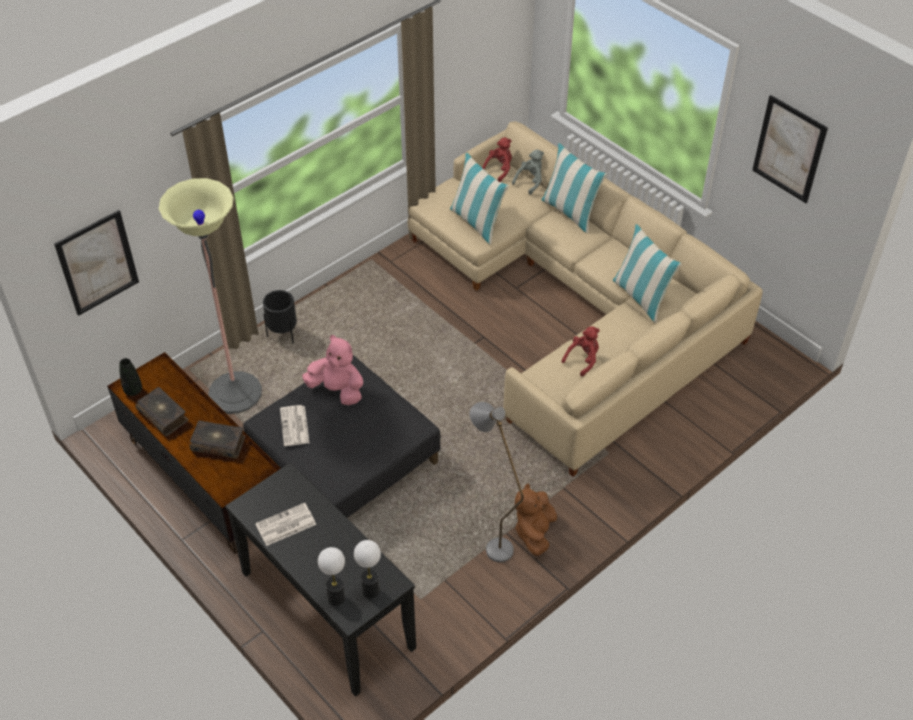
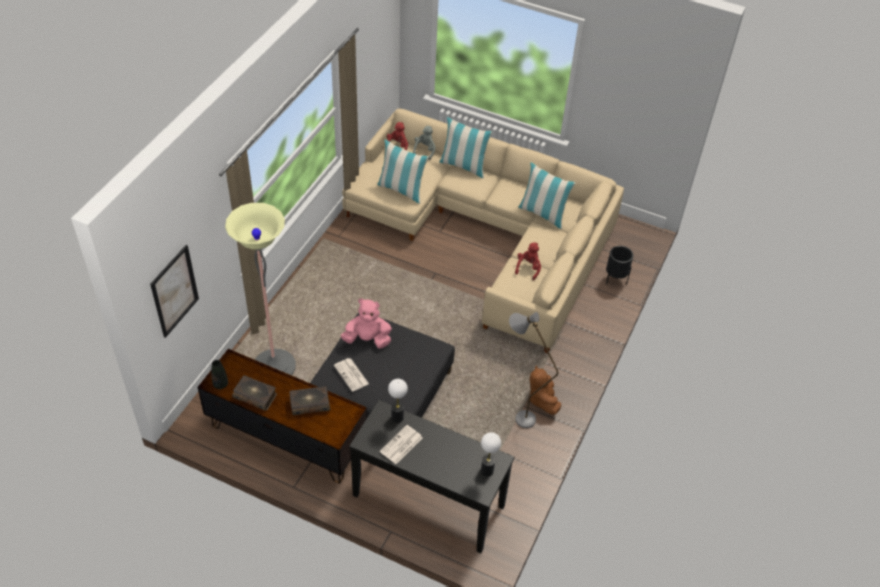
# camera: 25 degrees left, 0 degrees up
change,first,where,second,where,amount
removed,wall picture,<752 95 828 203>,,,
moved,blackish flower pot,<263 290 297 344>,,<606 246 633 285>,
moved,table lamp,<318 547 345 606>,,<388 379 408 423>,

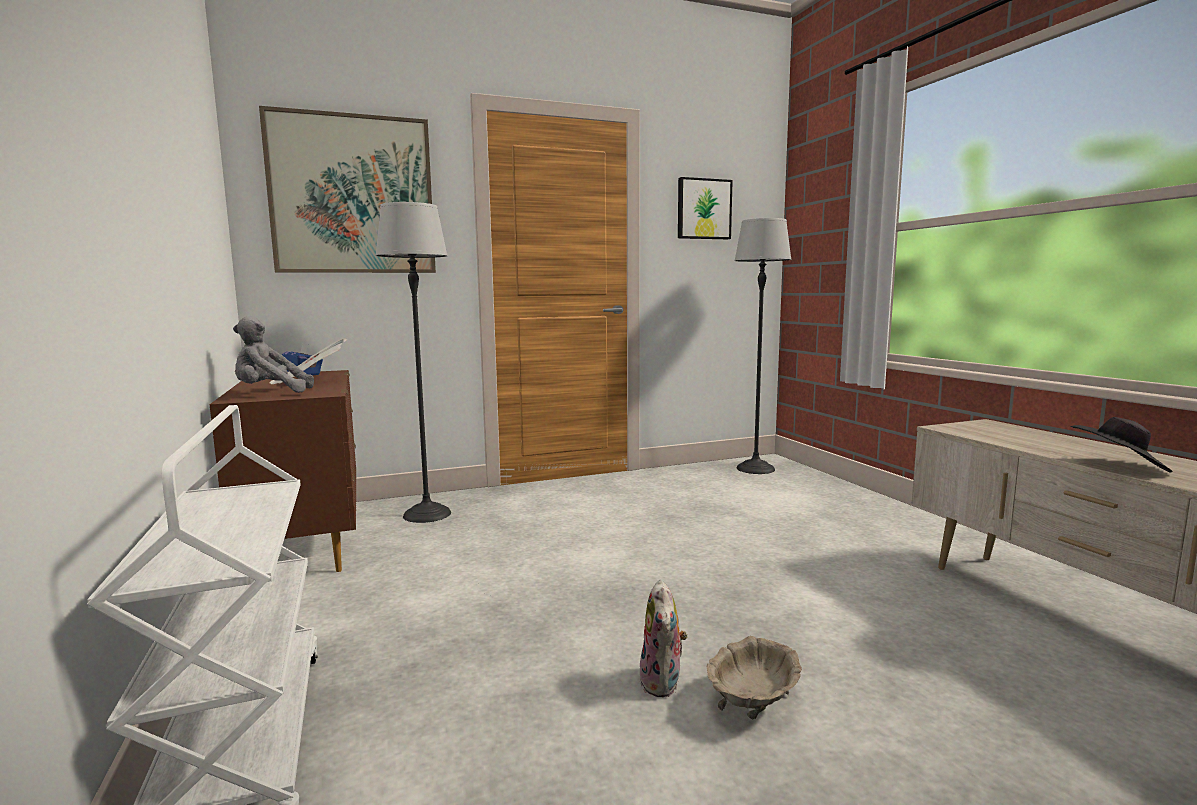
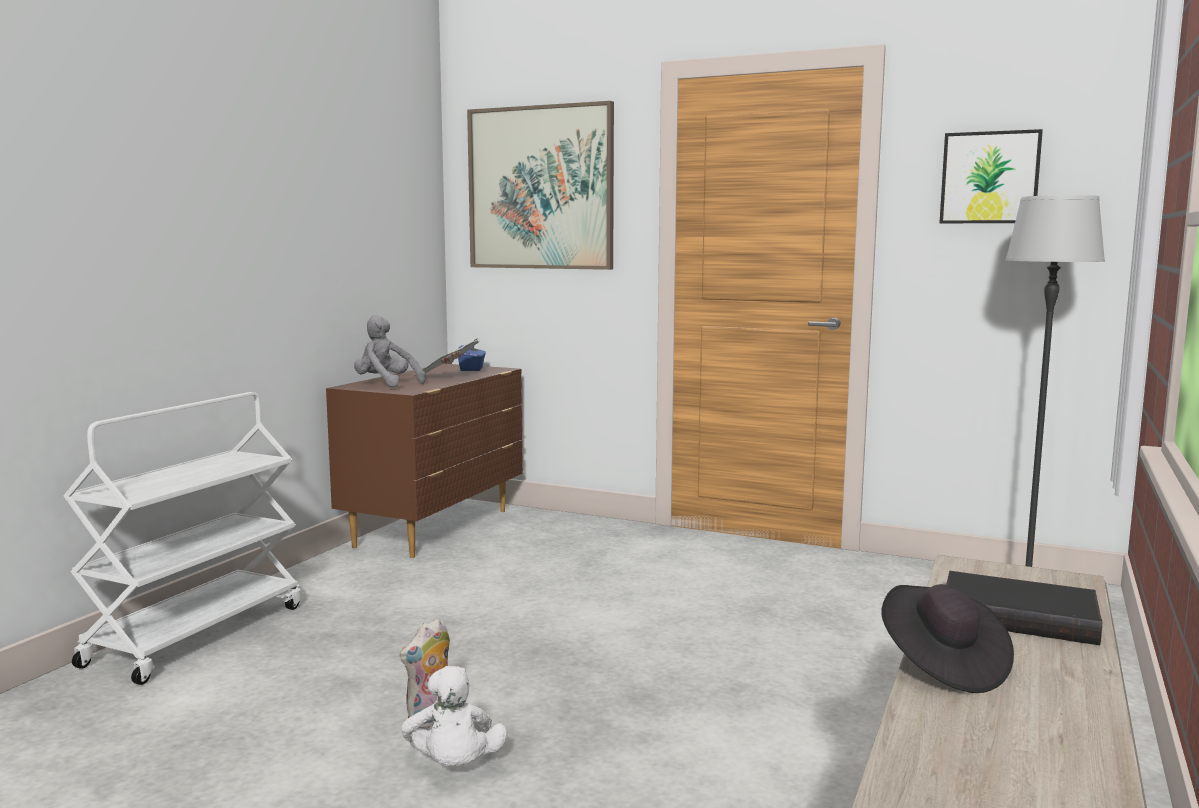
# camera: 45 degrees right, 0 degrees up
change,first,where,second,where,amount
removed,standing lamp,<376 202 451 523>,,,
replaced,beige-coloured deep dish,<707 636 802 719>,white cuddly toy,<401 666 508 767>,
added,,,blackish bound book,<946 571 1102 645>,

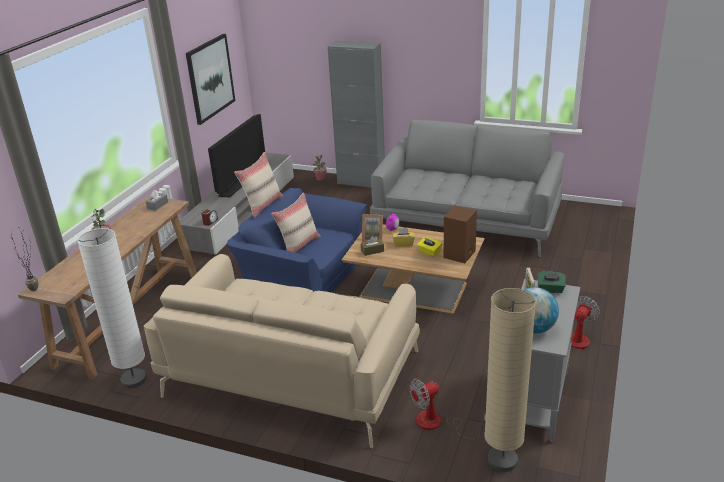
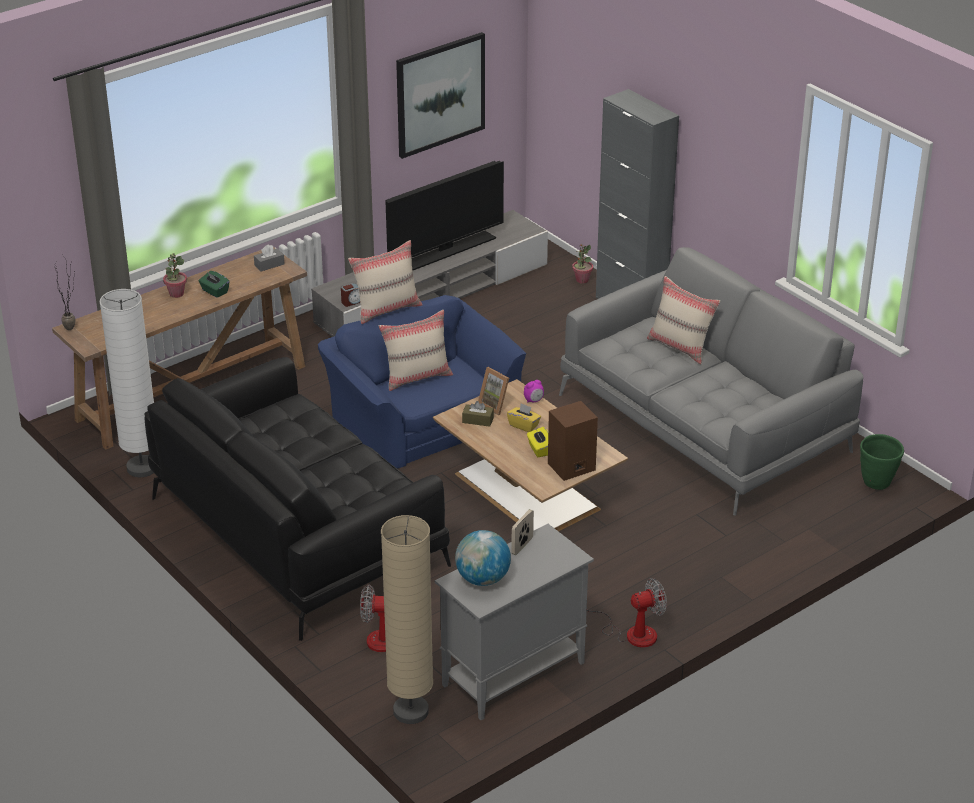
# camera: 30 degrees right, 5 degrees up
change,first,where,second,where,amount
recoloured,beige-coloured settee,<144 254 420 448>,blackish settee,<144 357 451 641>,
moved,green box of tissues,<538 272 566 293>,,<199 271 230 298>,
added,,,beige-coloured throw pillow,<647 276 720 364>,
added,,,green flower pot,<860 434 904 490>,

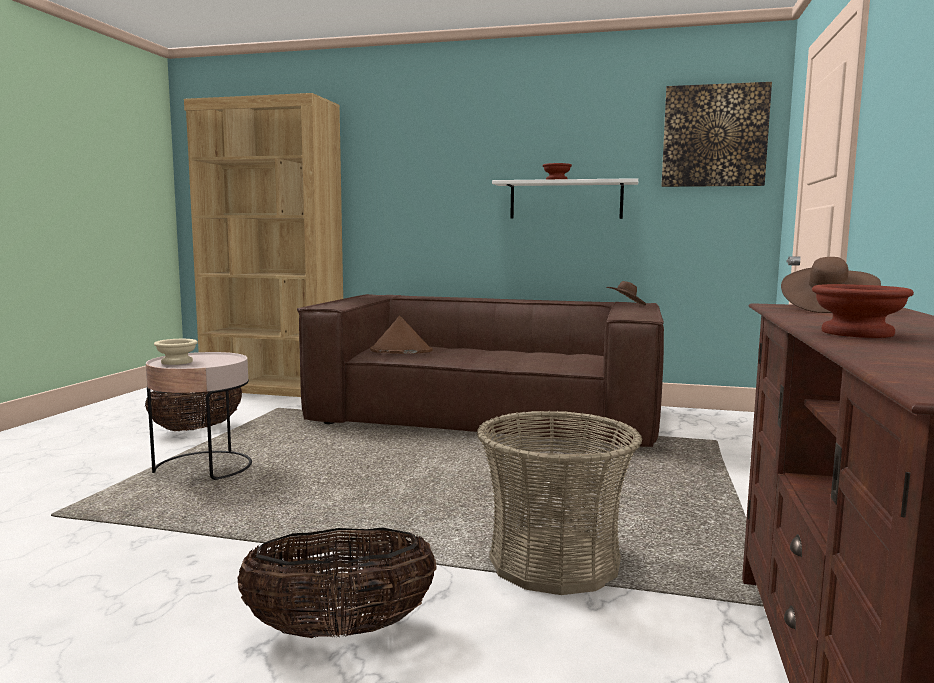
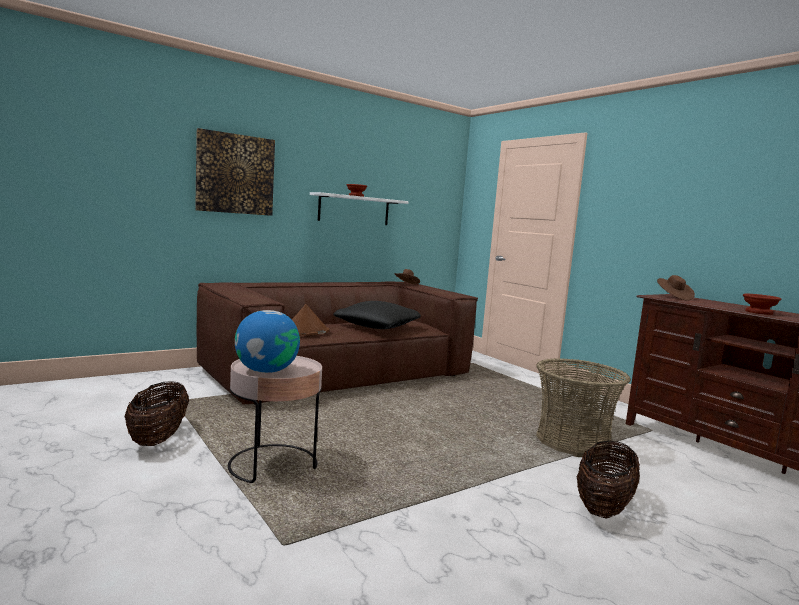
# camera: 50 degrees left, 0 degrees up
change,first,where,second,where,amount
moved,wall picture,<661 82 772 187>,,<195 128 275 216>,
removed,brownish bookcase,<184 93 343 397>,,,
replaced,beige-coloured deep dish,<154 339 198 365>,globe,<235 310 300 373>,
added,,,blackish throw pillow,<333 301 421 329>,

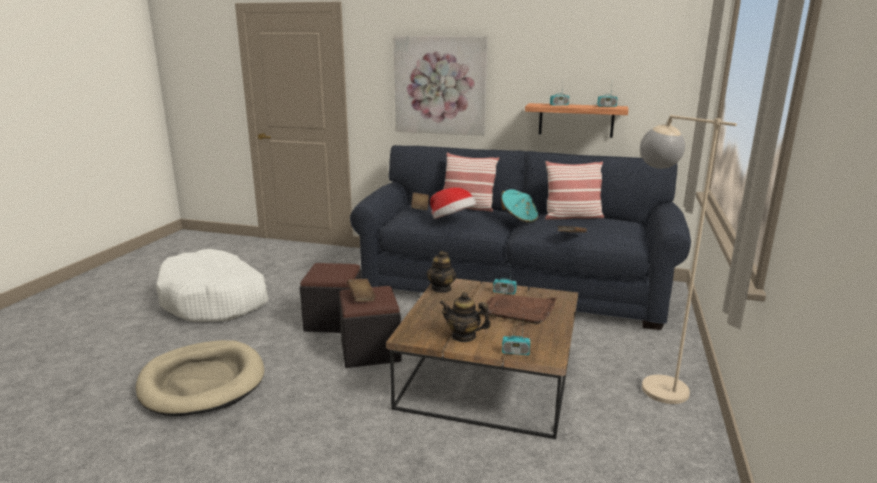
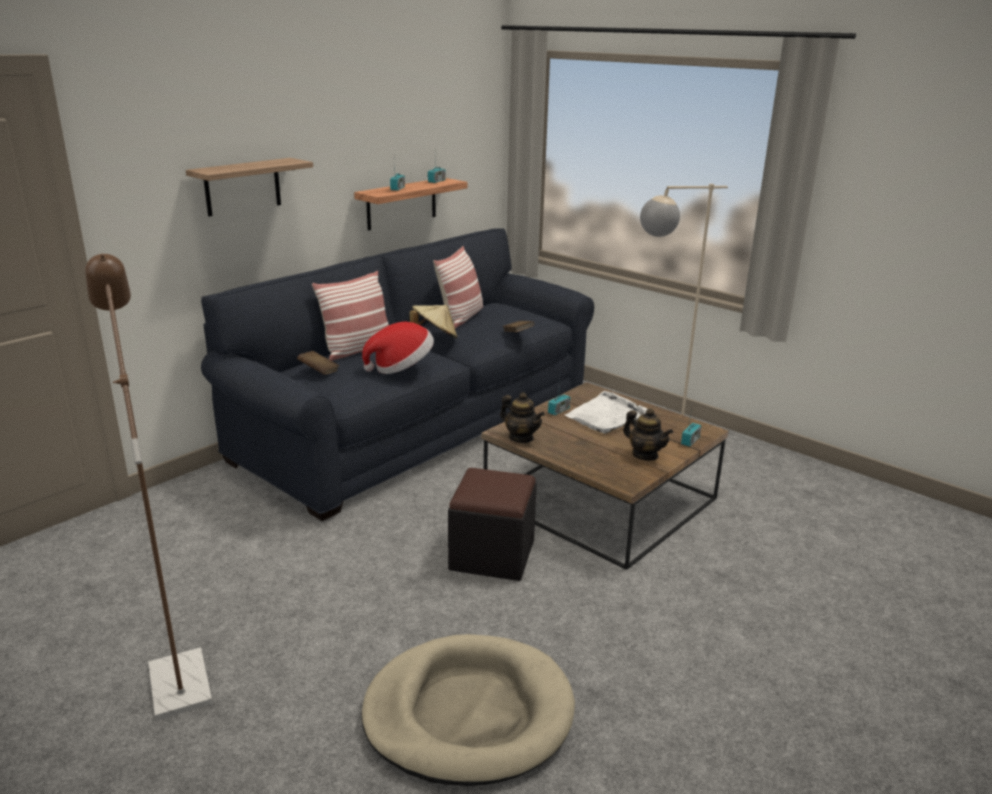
# camera: 65 degrees left, 5 degrees up
change,first,where,second,where,amount
replaced,wall picture,<393 36 488 136>,shelf,<186 158 313 217>,
recoloured,blue-green clothing hat,<501 189 538 223>,beige-coloured clothing hat,<410 305 457 338>,
replaced,white dog bed,<156 249 269 322>,brownish standing lamp,<85 254 212 720>,
removed,blackish footrest,<300 263 361 333>,,,
removed,brownish bound book,<347 279 376 302>,,,
turned,teapot,<440 292 491 342>,,<623 408 673 460>,90 degrees counterclockwise
recoloured,brownish tray,<486 294 557 324>,white tray,<565 391 647 434>,

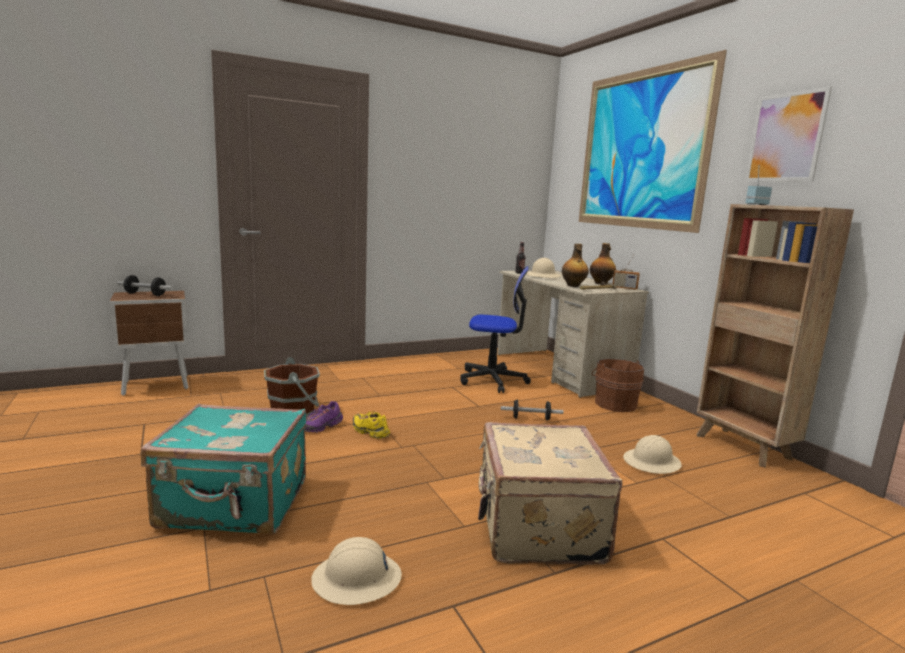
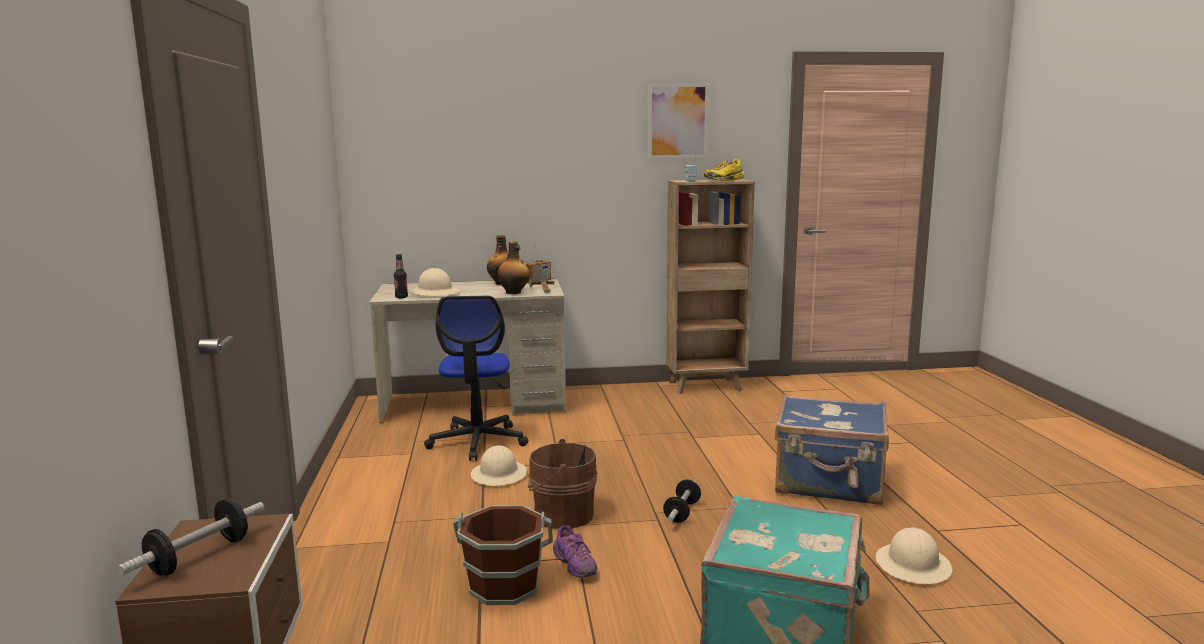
# camera: 70 degrees left, 0 degrees up
change,first,where,second,where,amount
removed,wall picture,<579 50 727 233>,,,
turned,desk chair,<460 266 531 393>,,<424 296 528 460>,150 degrees clockwise
moved,brownish pail,<591 359 644 412>,,<528 439 597 529>,
moved,hand weight,<501 399 563 421>,,<663 480 701 523>,
moved,yellow item of footwear,<353 411 390 439>,,<704 159 744 181>,
recoloured,beige-coloured travel case,<478 422 622 565>,bluish travel case,<775 395 889 505>,
moved,beige-coloured hard hat,<623 435 682 474>,,<471 445 527 486>,

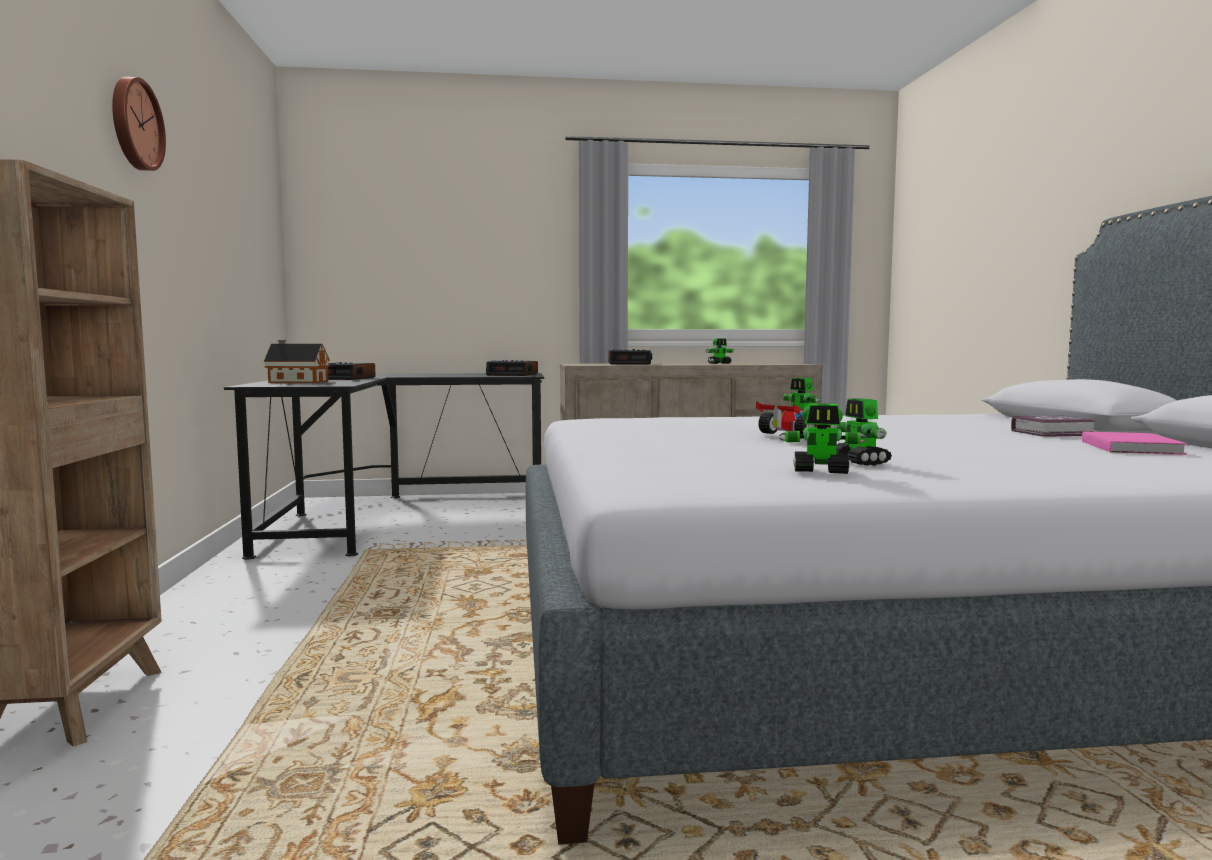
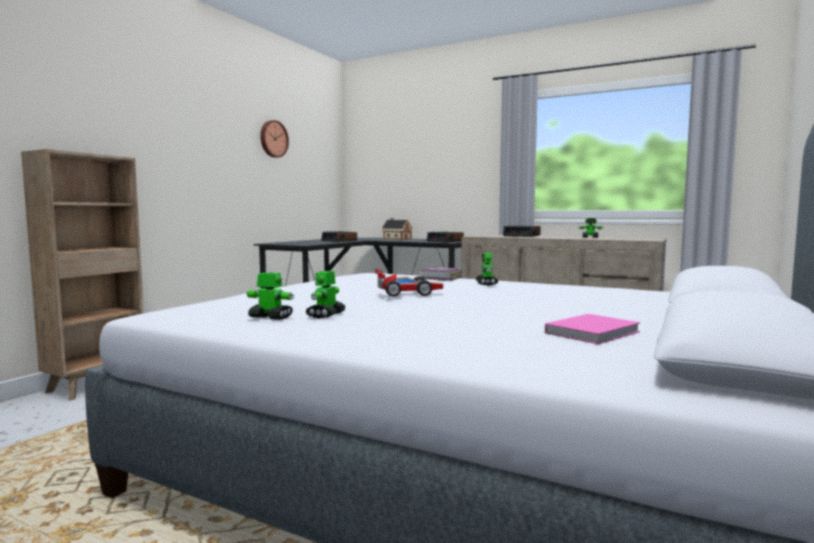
# camera: 35 degrees right, 0 degrees up
change,first,where,second,where,amount
moved,hanging clock,<112 77 166 171>,,<260 120 289 158>,
moved,toy house,<264 340 330 383>,,<382 218 413 239>,
turned,model robot,<779 403 867 474>,,<246 272 295 320>,150 degrees clockwise
moved,bound book,<1011 415 1097 437>,,<419 267 462 281>,

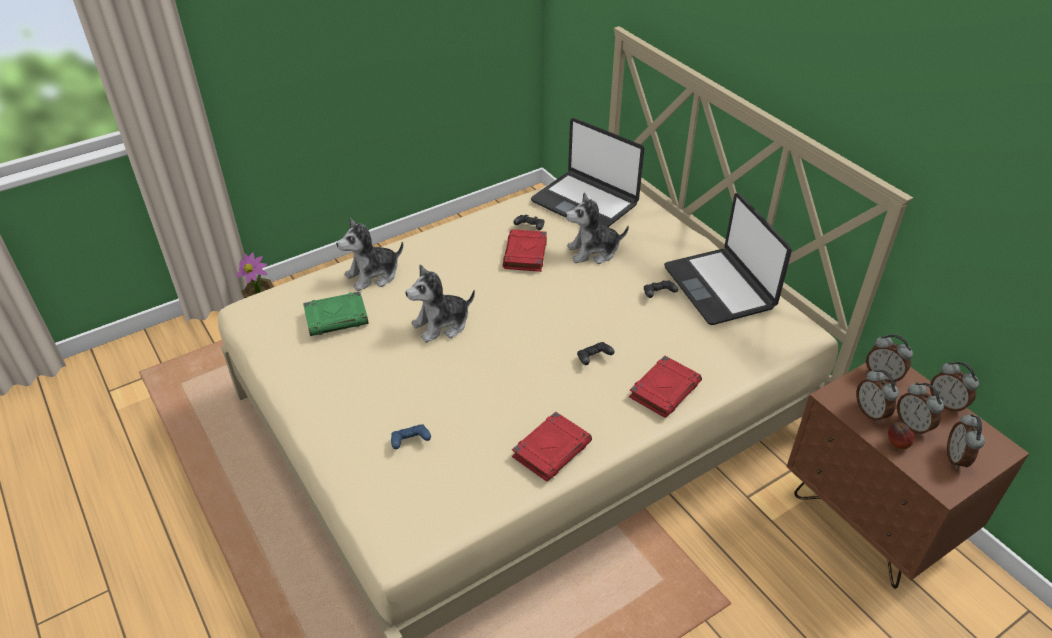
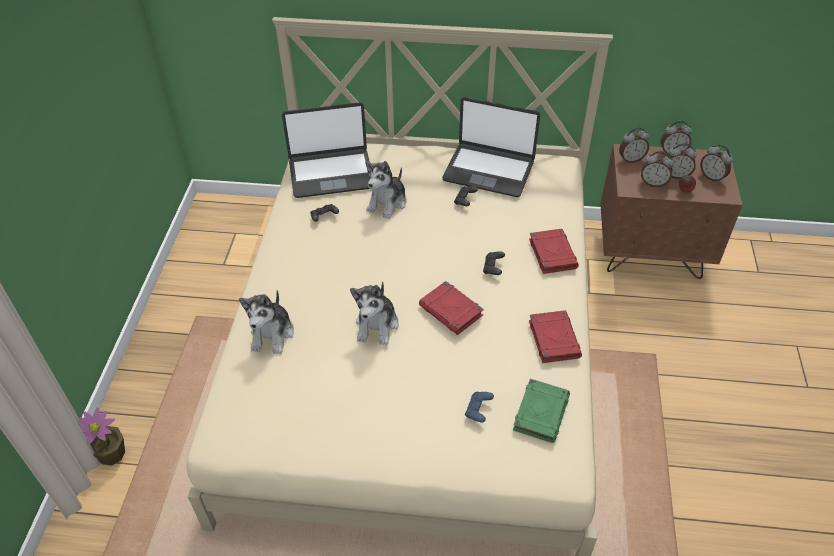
# camera: 50 degrees left, 5 degrees up
change,first,where,second,where,amount
moved,reddish bound book,<503 229 547 272>,,<419 281 484 335>,
moved,green bound book,<303 292 369 336>,,<513 379 570 443>,

